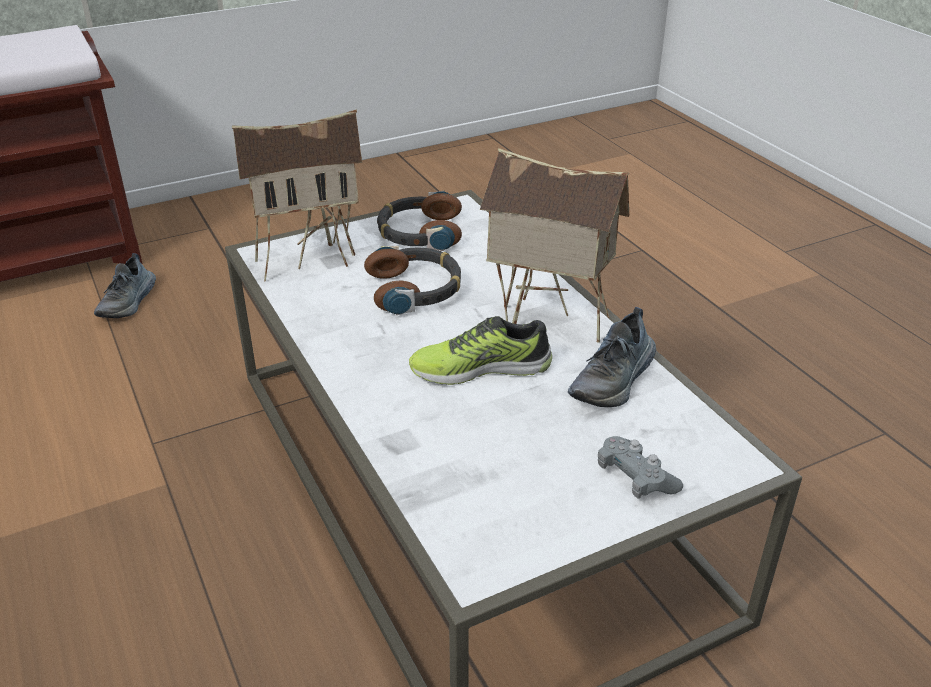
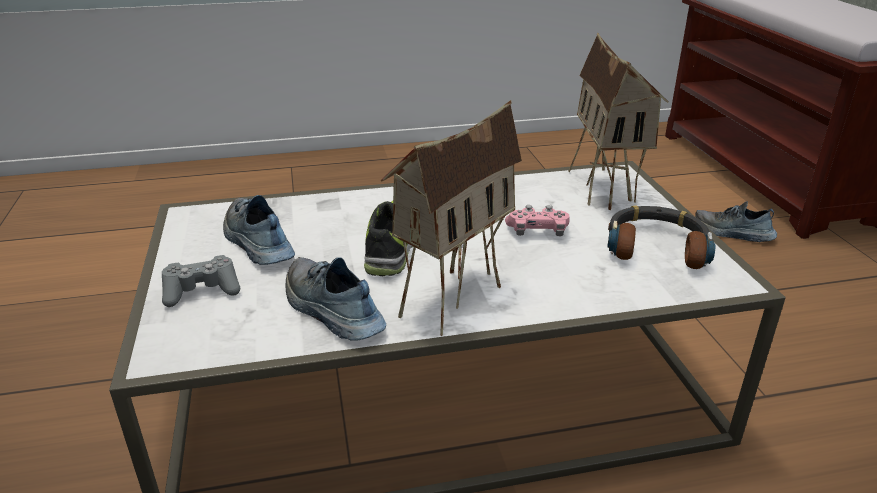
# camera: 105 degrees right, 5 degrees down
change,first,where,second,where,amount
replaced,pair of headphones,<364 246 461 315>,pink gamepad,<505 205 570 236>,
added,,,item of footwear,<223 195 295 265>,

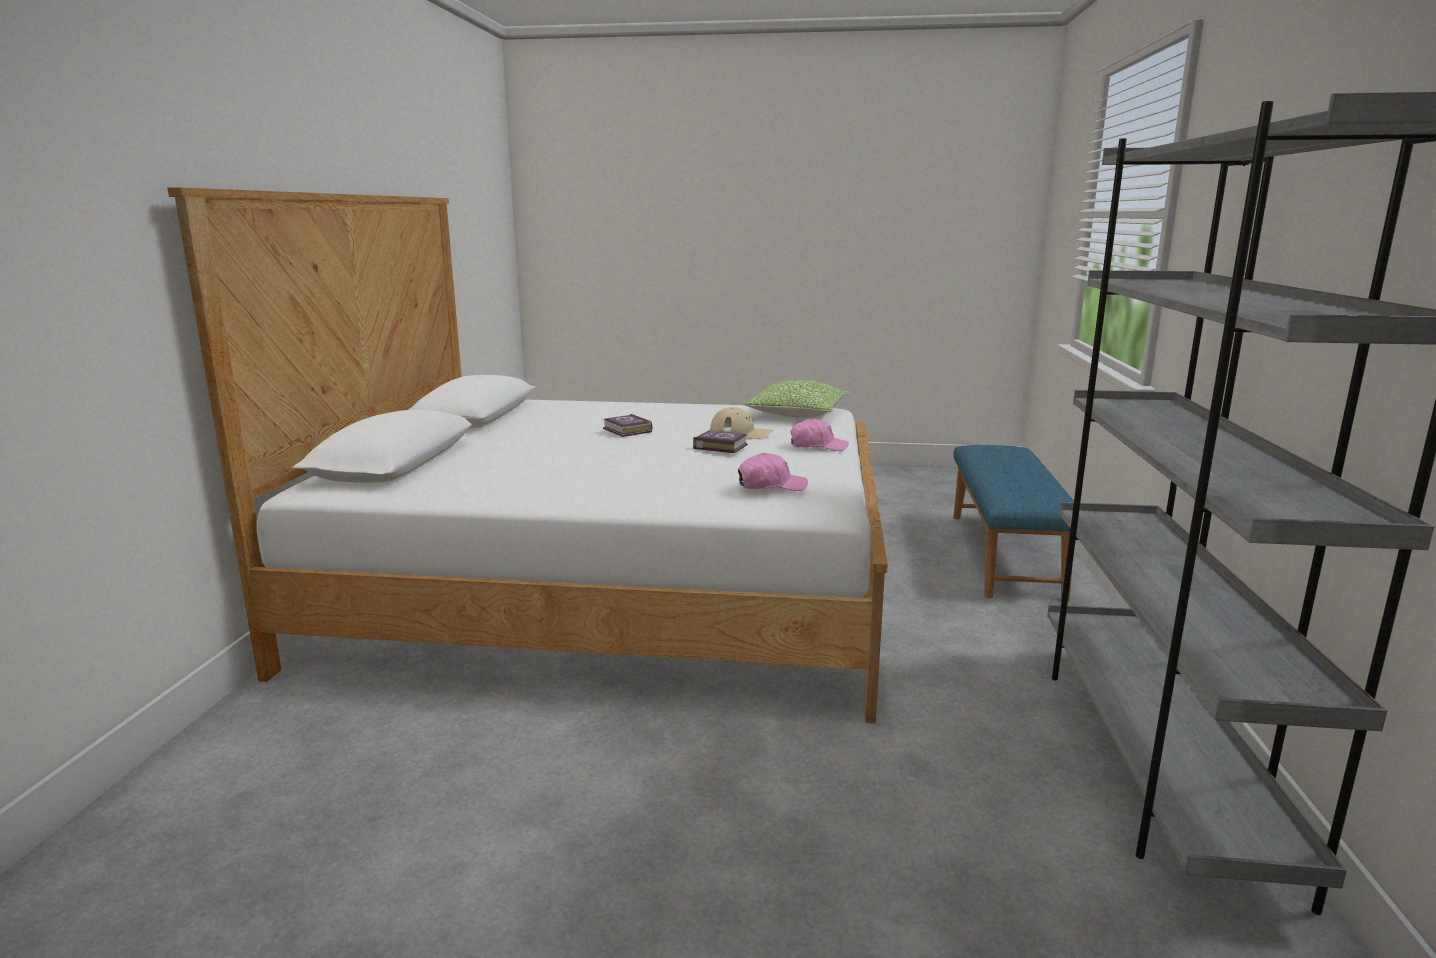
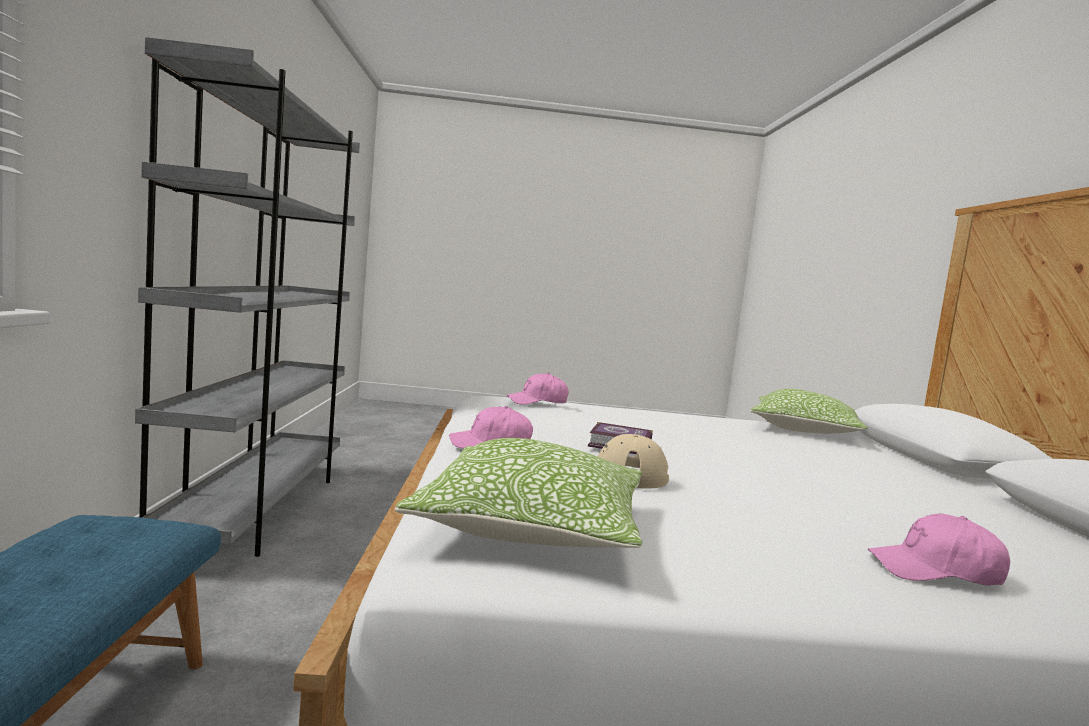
# camera: 170 degrees right, 10 degrees down
change,first,where,second,where,amount
removed,bound book,<603 414 652 437>,,,
added,,,throw pillow,<750 389 868 434>,
added,,,pink baseball cap,<868 514 1010 586>,

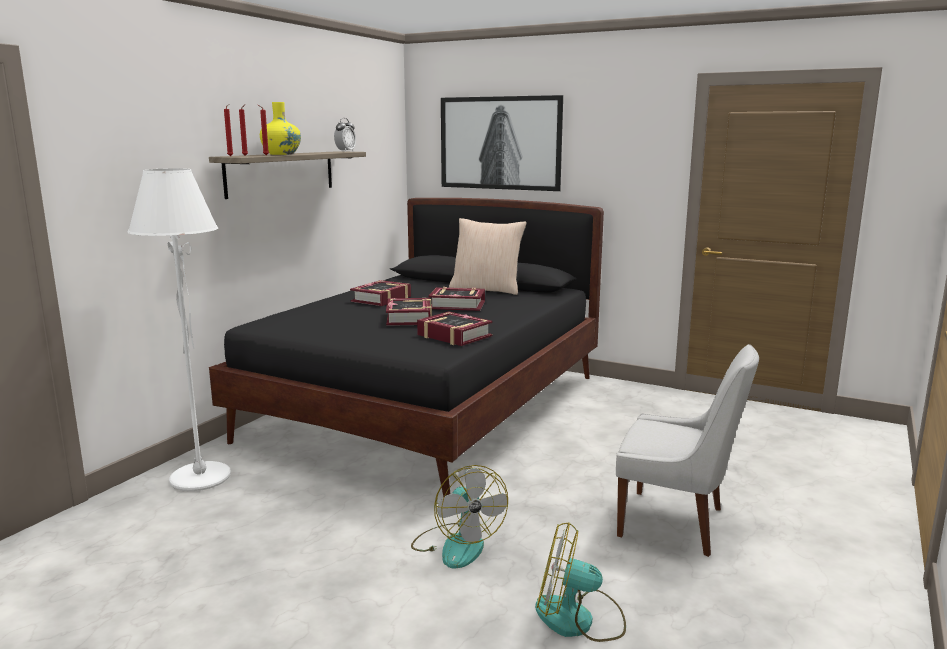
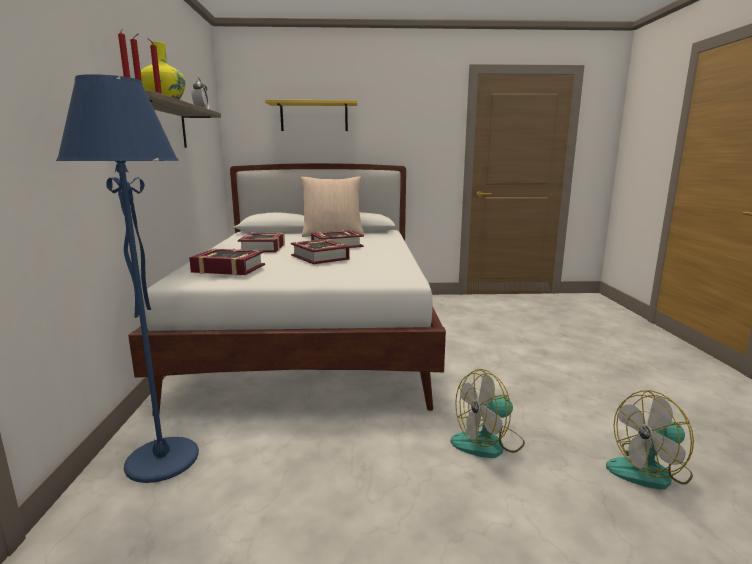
# camera: 30 degrees left, 0 degrees up
change,first,where,second,where,amount
replaced,wall picture,<441 95 563 191>,yellow shelf,<265 100 357 131>,
recoloured,white standing lamp,<128 168 231 491>,bluish standing lamp,<56 74 199 483>,
recoloured,blackish bed,<209 198 604 497>,white bed,<128 163 446 416>,
moved,bound book,<417 312 493 346>,,<189 249 265 276>,
removed,white plain chair,<616 344 759 557>,,,
turned,fan,<411 465 508 569>,,<451 369 525 458>,120 degrees clockwise

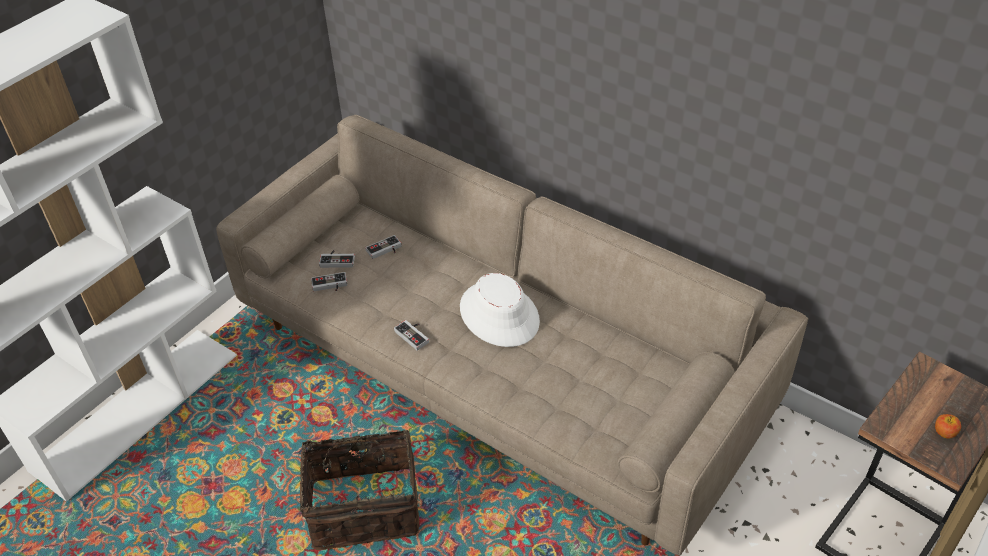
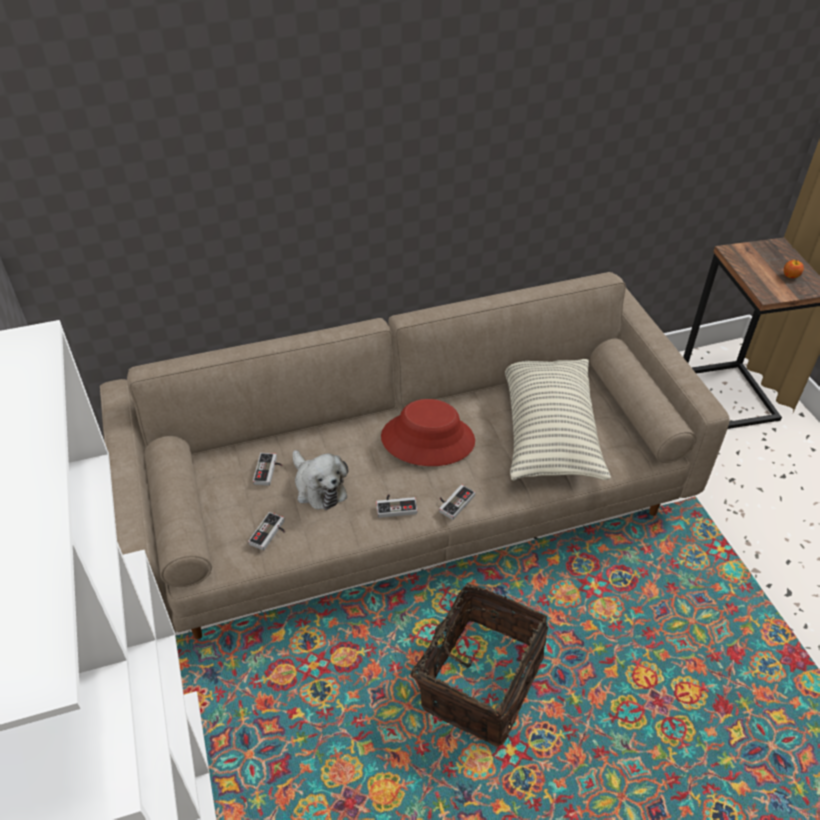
# camera: 55 degrees left, 0 degrees up
change,first,where,second,where,amount
moved,gamepad,<319 250 355 268>,,<439 485 475 520>,
recoloured,white clothing hat,<460 273 540 347>,reddish clothing hat,<381 399 475 466>,
added,,,throw pillow,<505 359 611 481>,
added,,,cuddly toy,<293 450 348 510>,

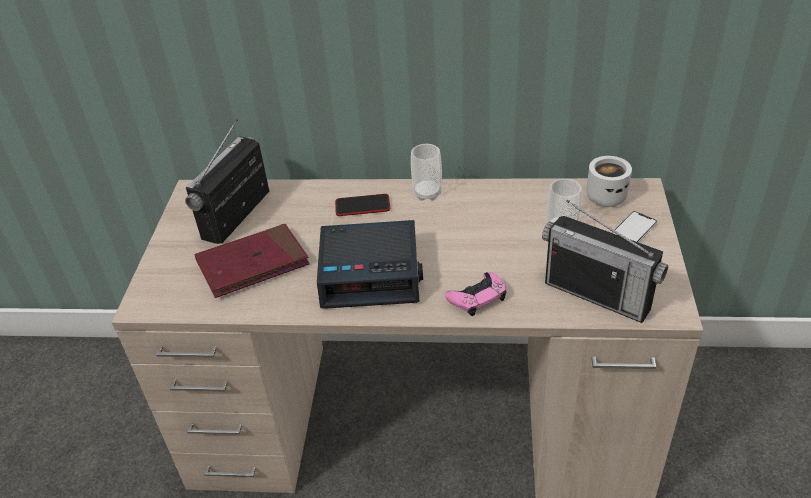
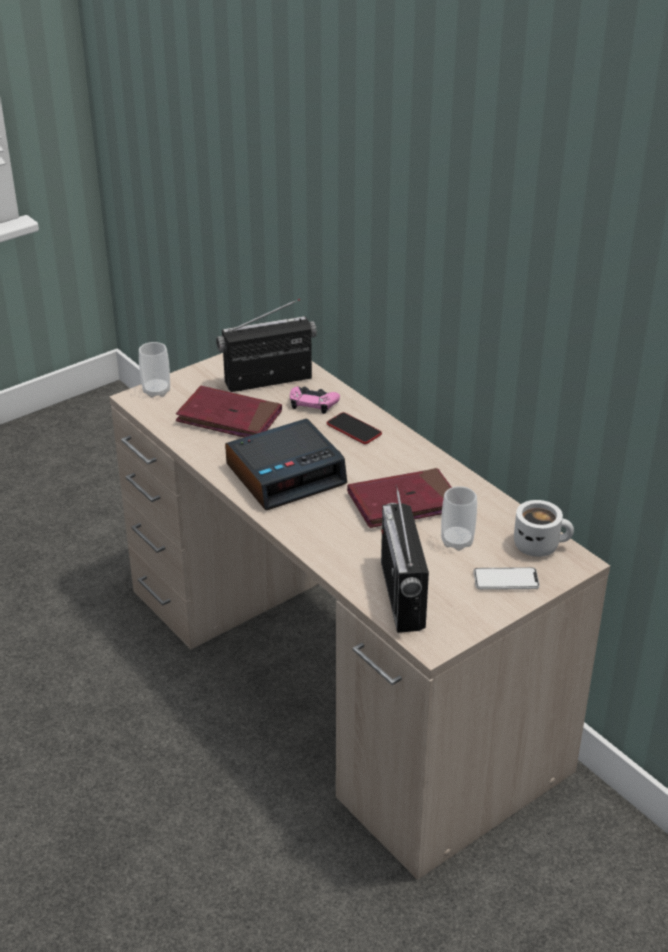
# camera: 45 degrees right, 5 degrees down
change,first,where,second,where,amount
moved,cup,<411 144 442 201>,,<139 342 170 398>,
turned,table clock,<317 220 423 309>,,<225 418 347 510>,75 degrees counterclockwise
moved,pink gamepad,<445 272 507 316>,,<290 386 340 414>,
added,,,reddish bound book,<347 468 452 528>,

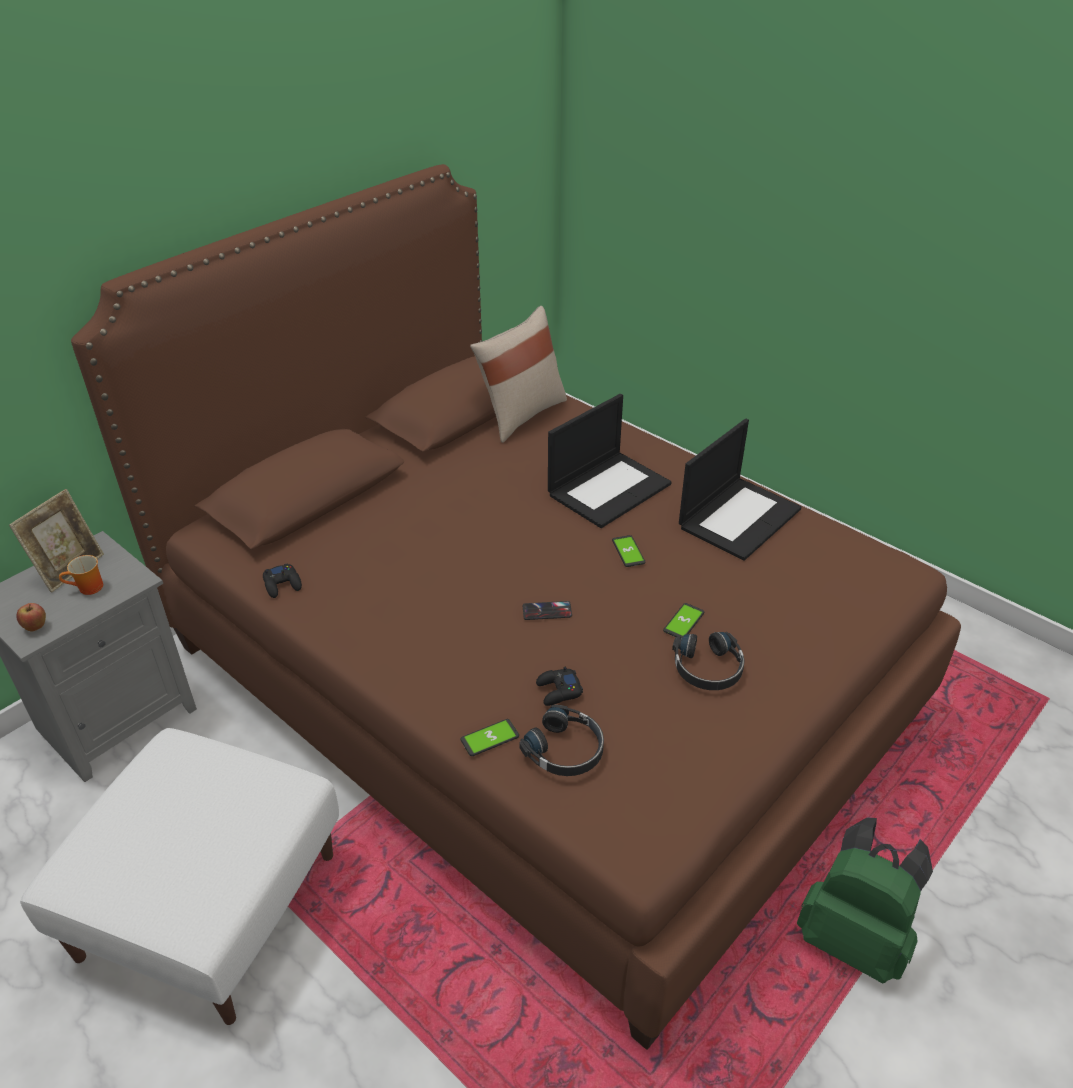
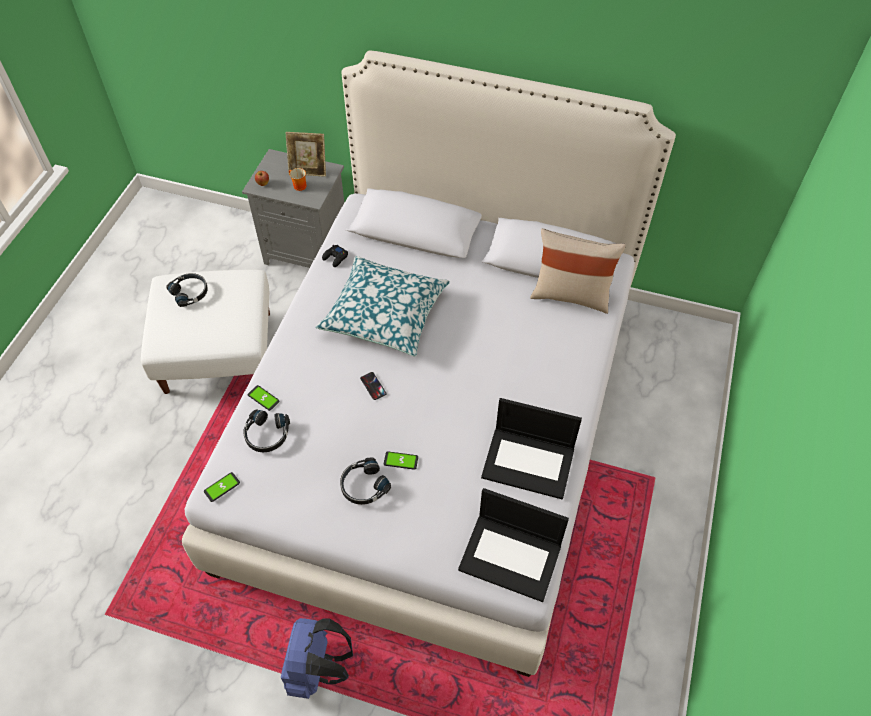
# camera: 65 degrees right, 15 degrees up
change,first,where,second,where,amount
recoloured,brownish bed,<71 164 961 1050>,white bed,<182 50 676 677>,
moved,laptop,<548 394 672 528>,,<458 488 569 602>,
moved,phone,<612 535 646 567>,,<204 472 240 502>,
removed,blackish gamepad,<536 667 583 706>,,,
recoloured,green backpack,<797 818 933 983>,bluish backpack,<281 618 353 699>,
added,,,throw pillow,<316 256 450 356>,
added,,,blackish pair of headphones,<166 273 208 307>,

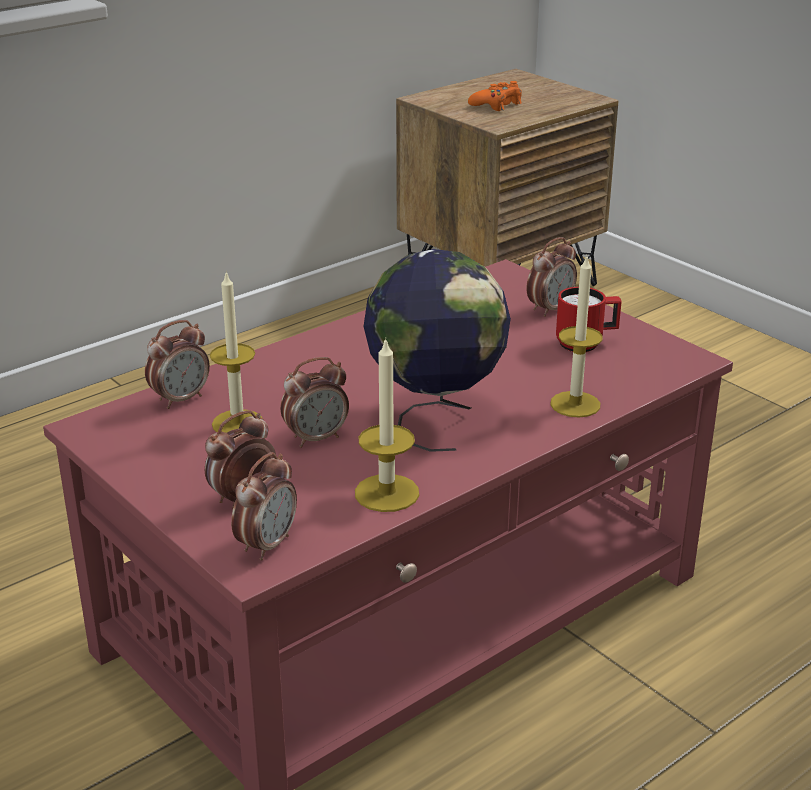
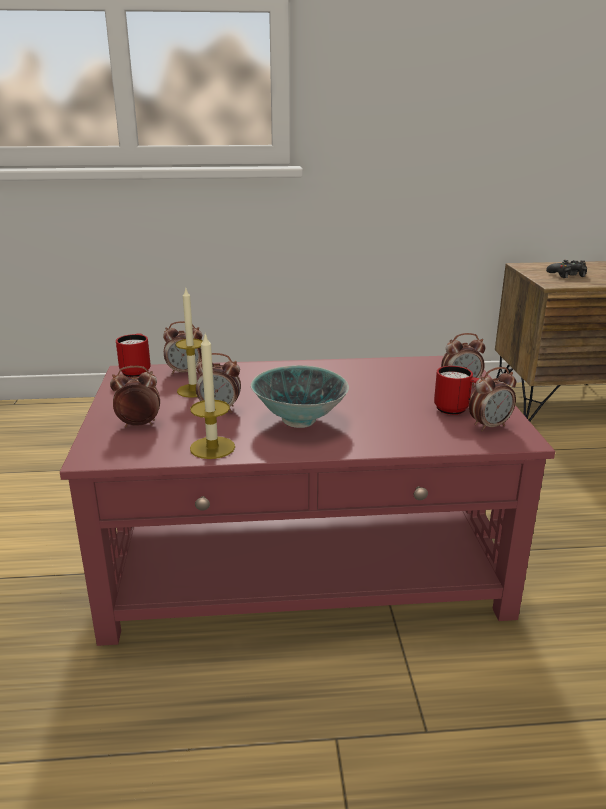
# camera: 35 degrees right, 5 degrees down
change,first,where,second,where,amount
recoloured,orangey gamepad,<468 81 522 111>,blackish gamepad,<546 260 587 278>,
replaced,globe,<363 249 511 452>,deep dish,<251 365 349 428>,
removed,wax light,<550 256 603 418>,,,
moved,table clock,<231 452 297 561>,,<469 367 516 432>,
added,,,reddish tea mug,<116 333 151 377>,

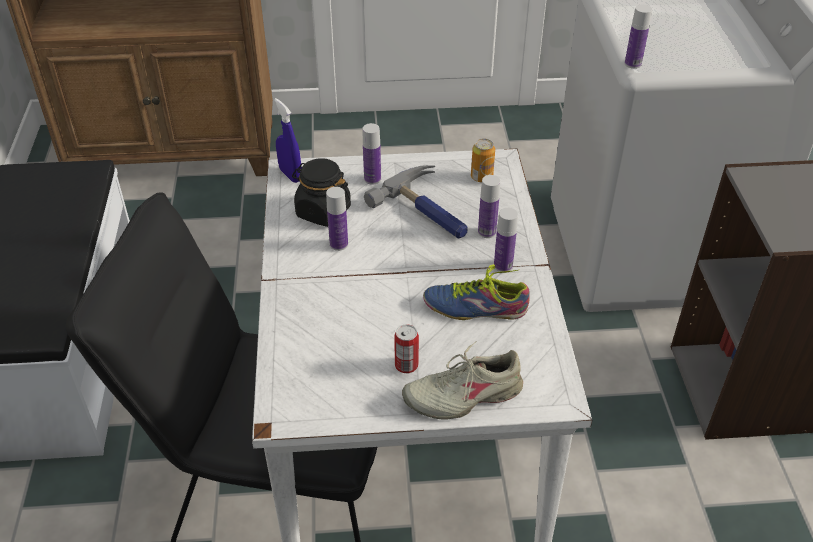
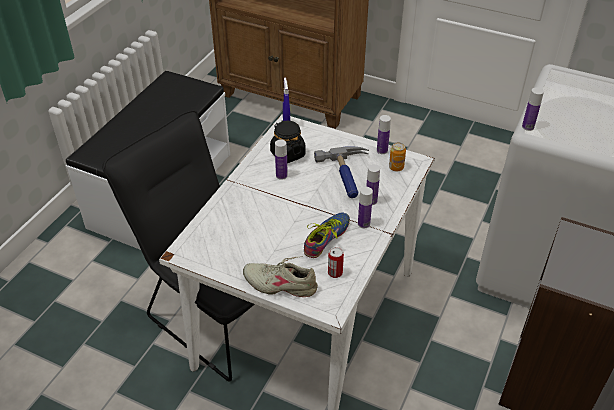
# camera: 30 degrees right, 0 degrees up
change,first,where,second,where,amount
moved,beverage bottle,<363 123 381 185>,,<377 115 391 154>,
turned,item of footwear,<423 264 530 320>,,<304 212 350 258>,90 degrees clockwise
moved,sealed can,<394 324 419 373>,,<328 247 344 278>,

